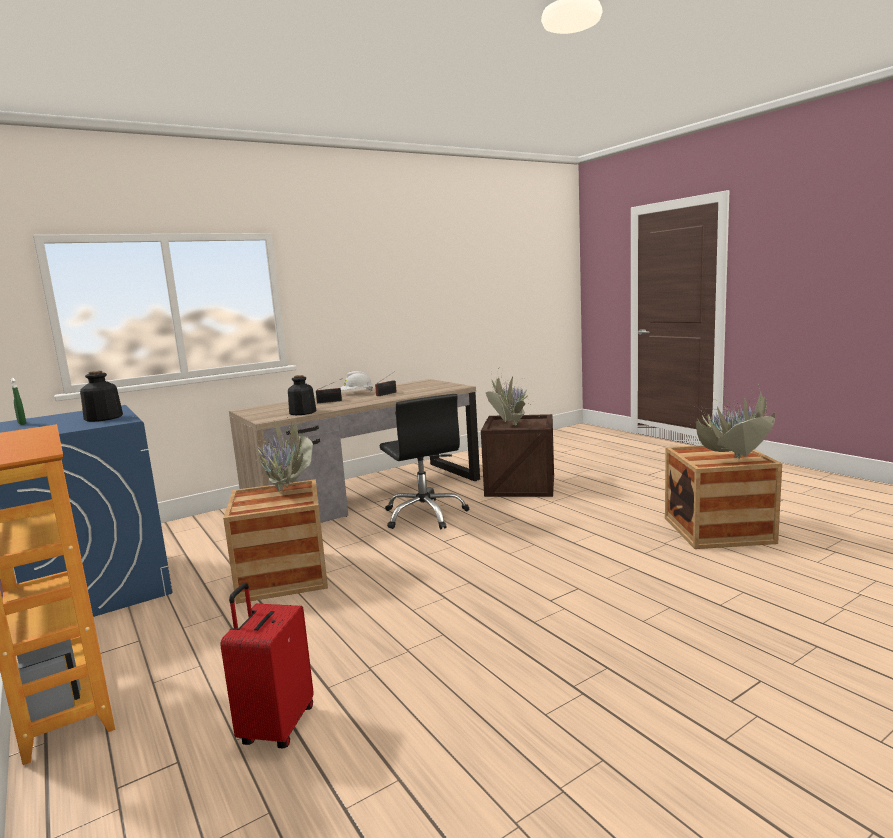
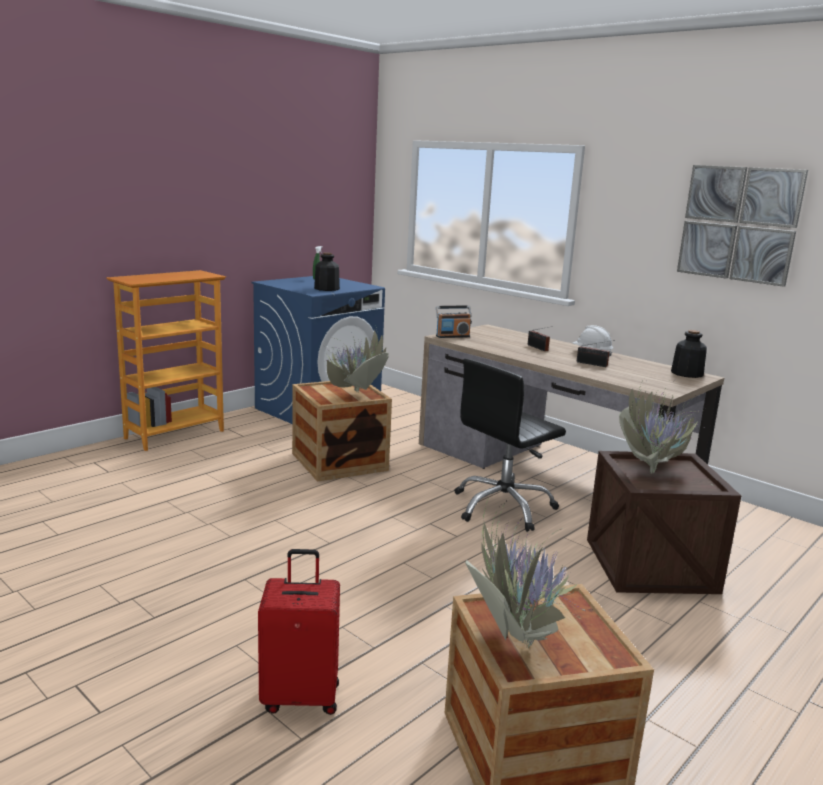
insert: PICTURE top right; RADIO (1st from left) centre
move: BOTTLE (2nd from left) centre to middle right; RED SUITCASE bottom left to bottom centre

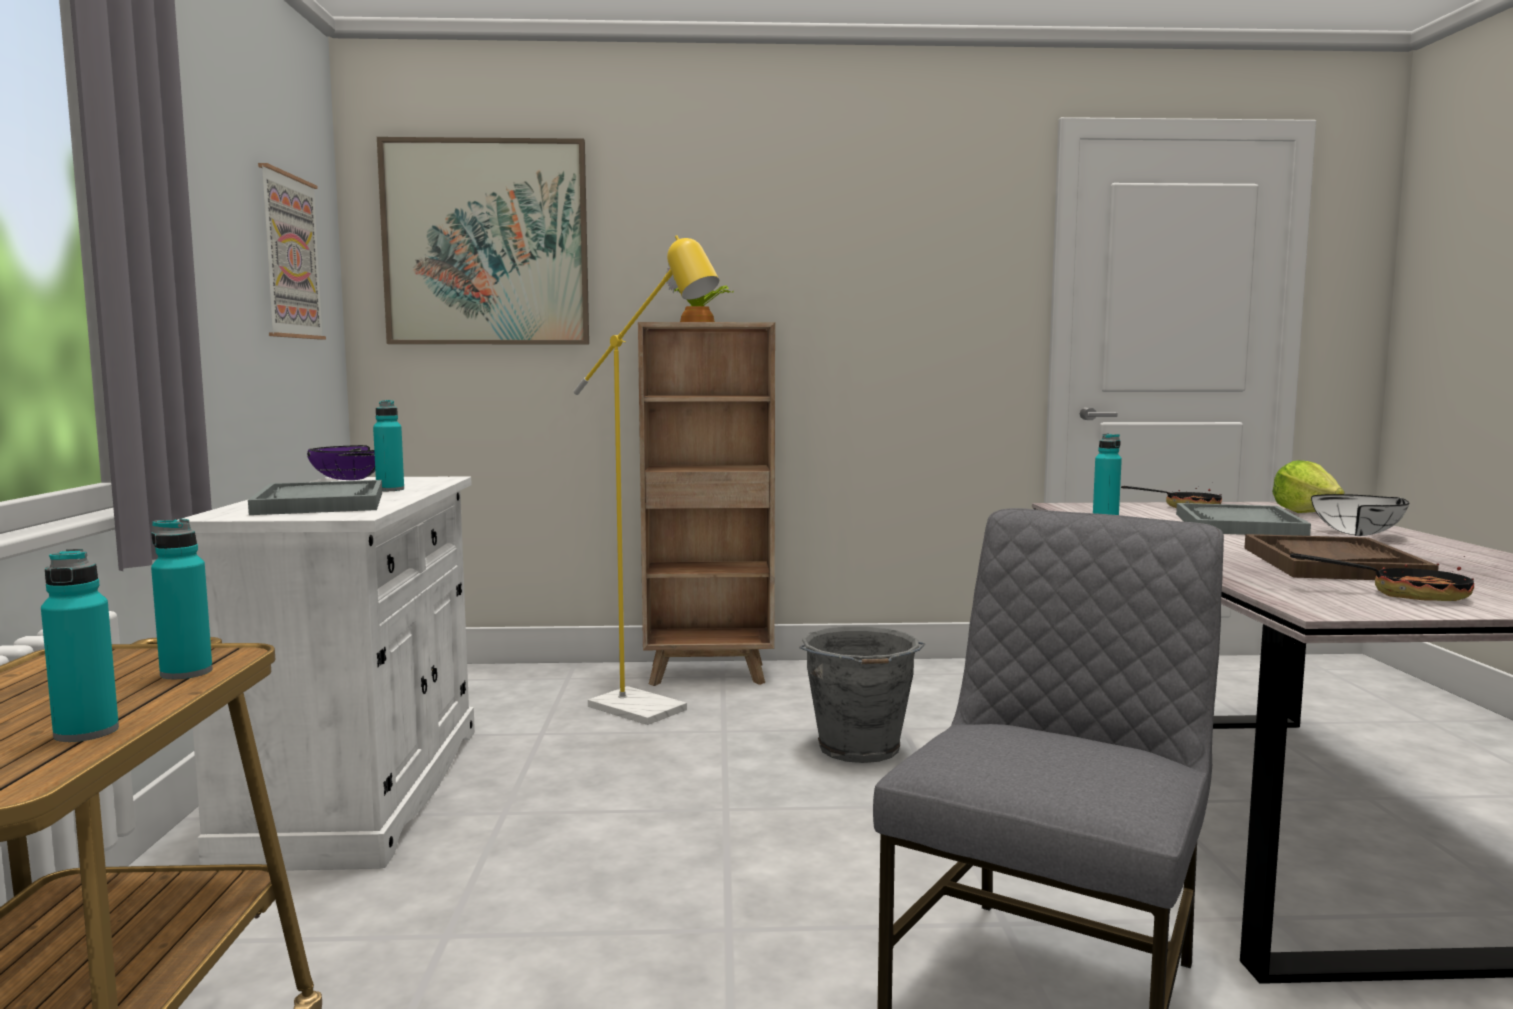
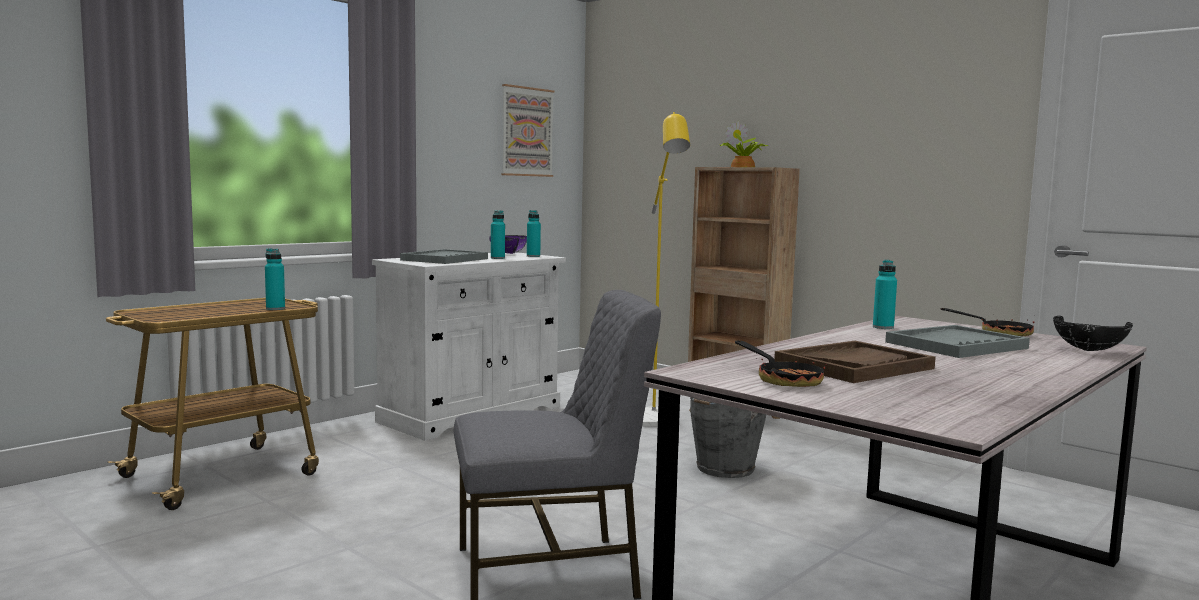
delete: PICTURE (2nd from left) top left; WHITE BOWL middle right
move: TURQUOISE BOTTLE (1st from left in the first image) middle left to TURQUOISE BOTTLE (3rd from left) centre
replace: LETTUCE middle right to BLACK BOWL middle right

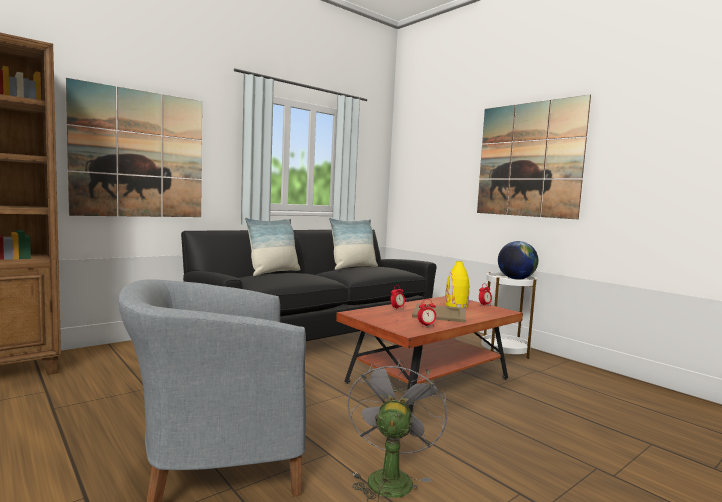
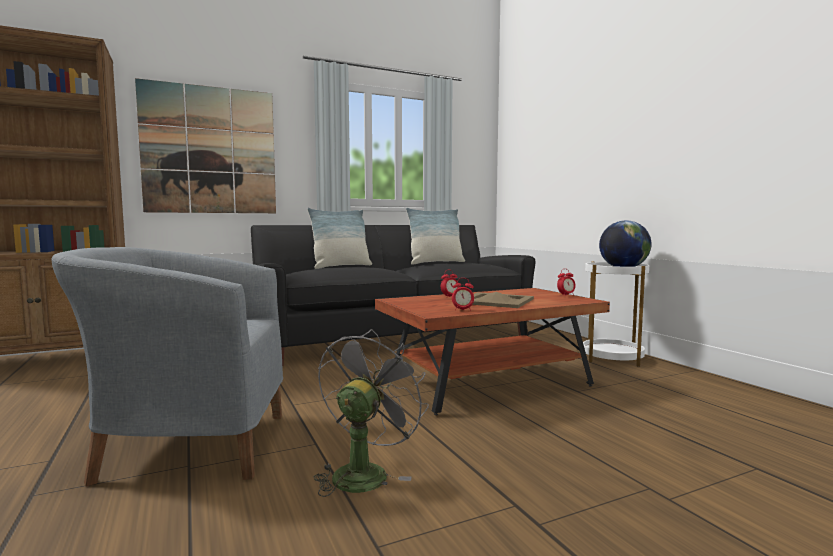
delete: PICTURE (2nd from left) top right; YELLOW VASE centre

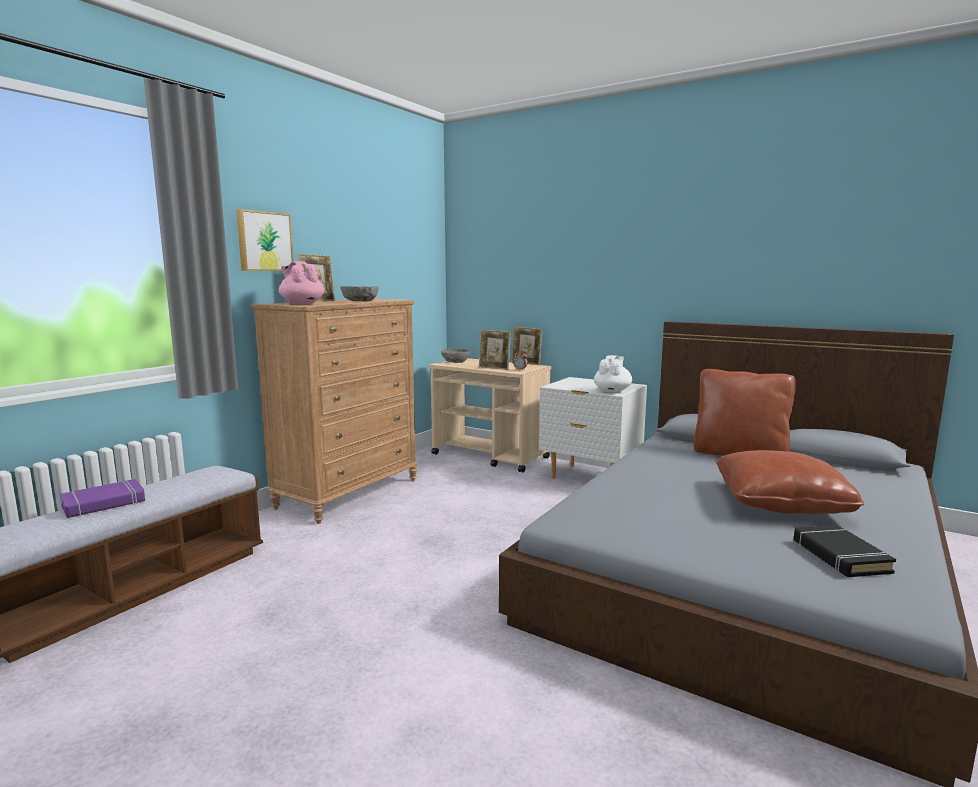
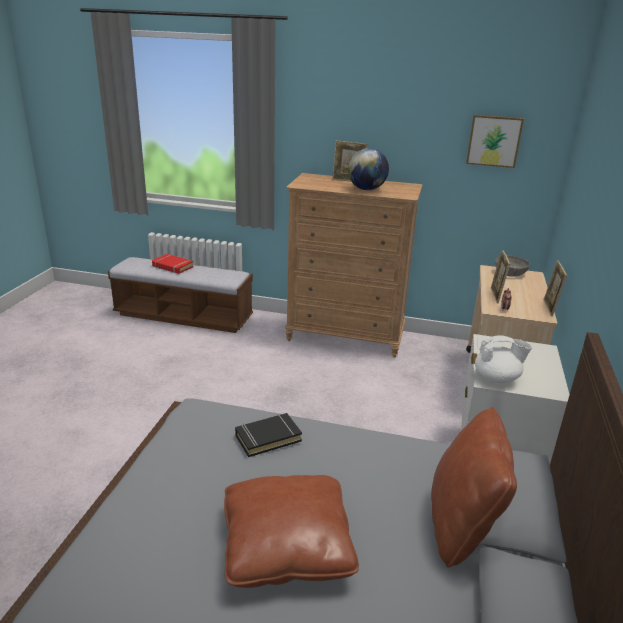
delete: PINK TEAPOT middle left
move: PICTURE top left to top right; BLACK BOOK bottom right to bottom centre
replace: GREY BOWL (1st from left) centre to GLOBE top centre
recolor: PURPLE BOOK middle left to RED BOOK middle left

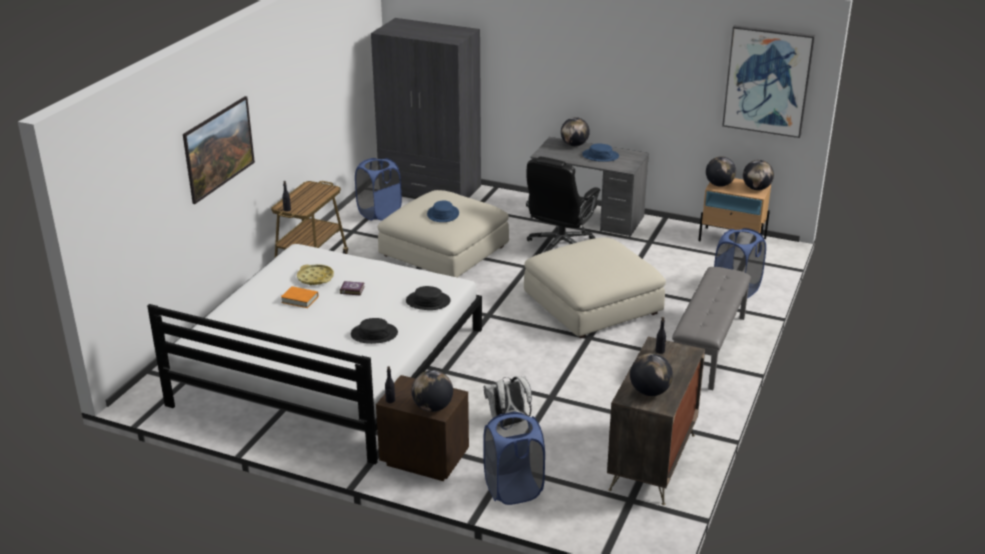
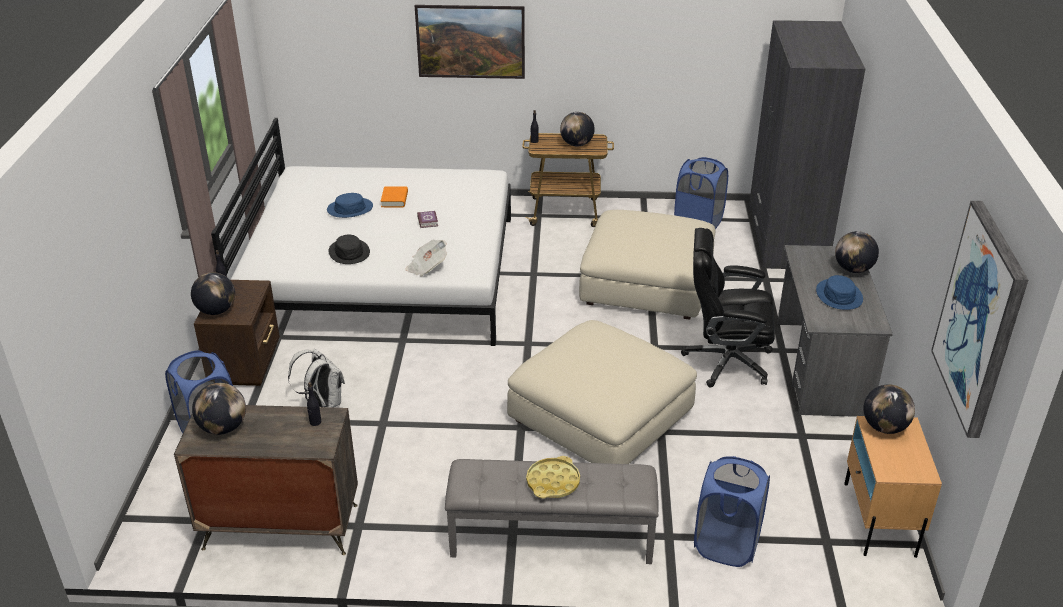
move: GLOBE (5th from left in the first image) top right to GLOBE (3rd from left) top centre; BLUE HAT (1st from left) centre to middle left; YELLOW TRAY middle left to bottom centre
replace: BLACK HAT (2nd from left) centre to NEWSPAPER centre

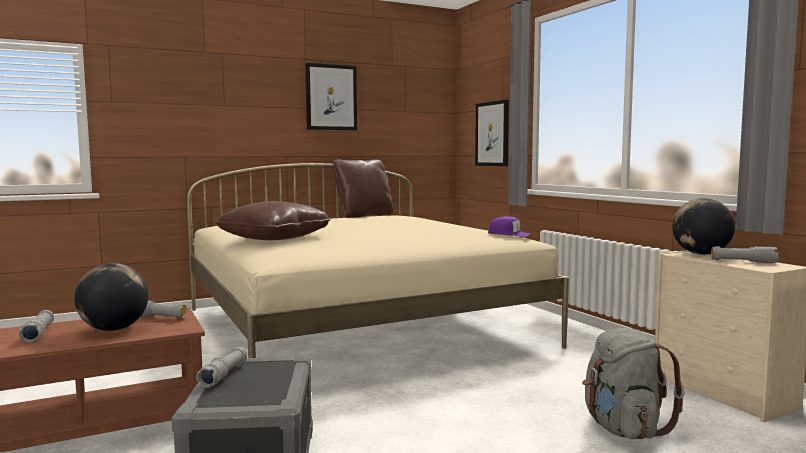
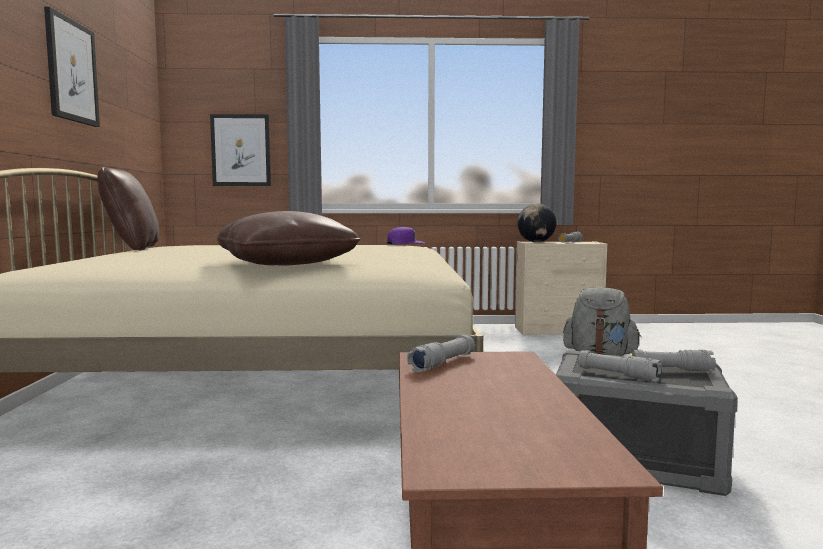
delete: GLOBE (1st from left) middle left
move: GREY FLASHLIGHT (1st from left in the first image) bottom left to GREY FLASHLIGHT (4th from left) middle right

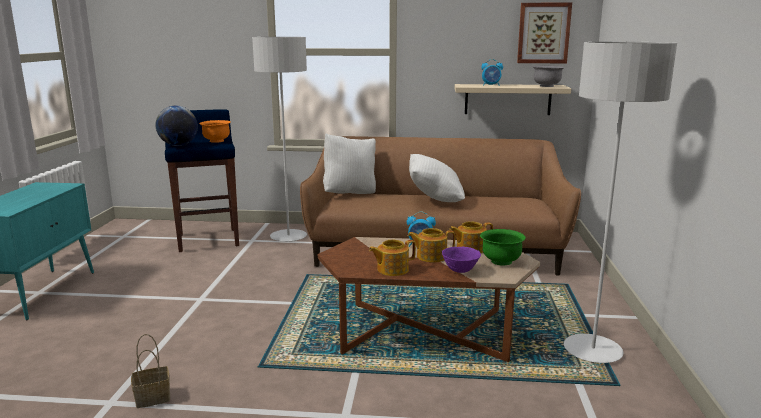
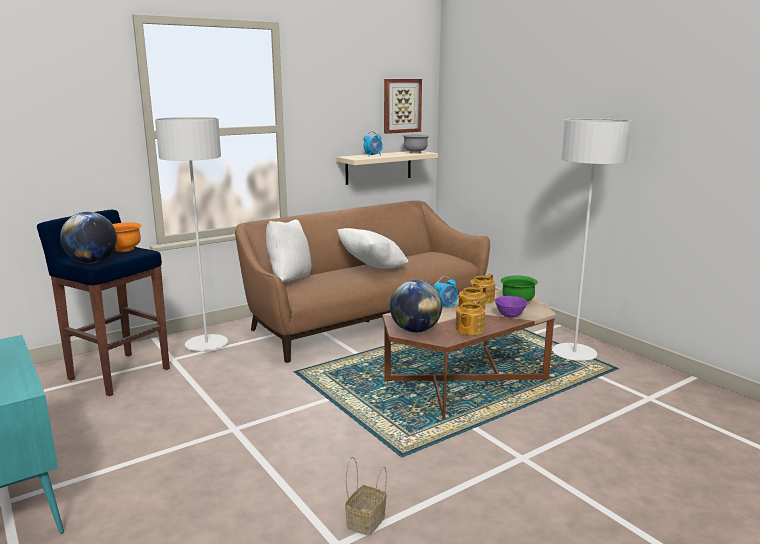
insert: GLOBE (2nd from left) centre

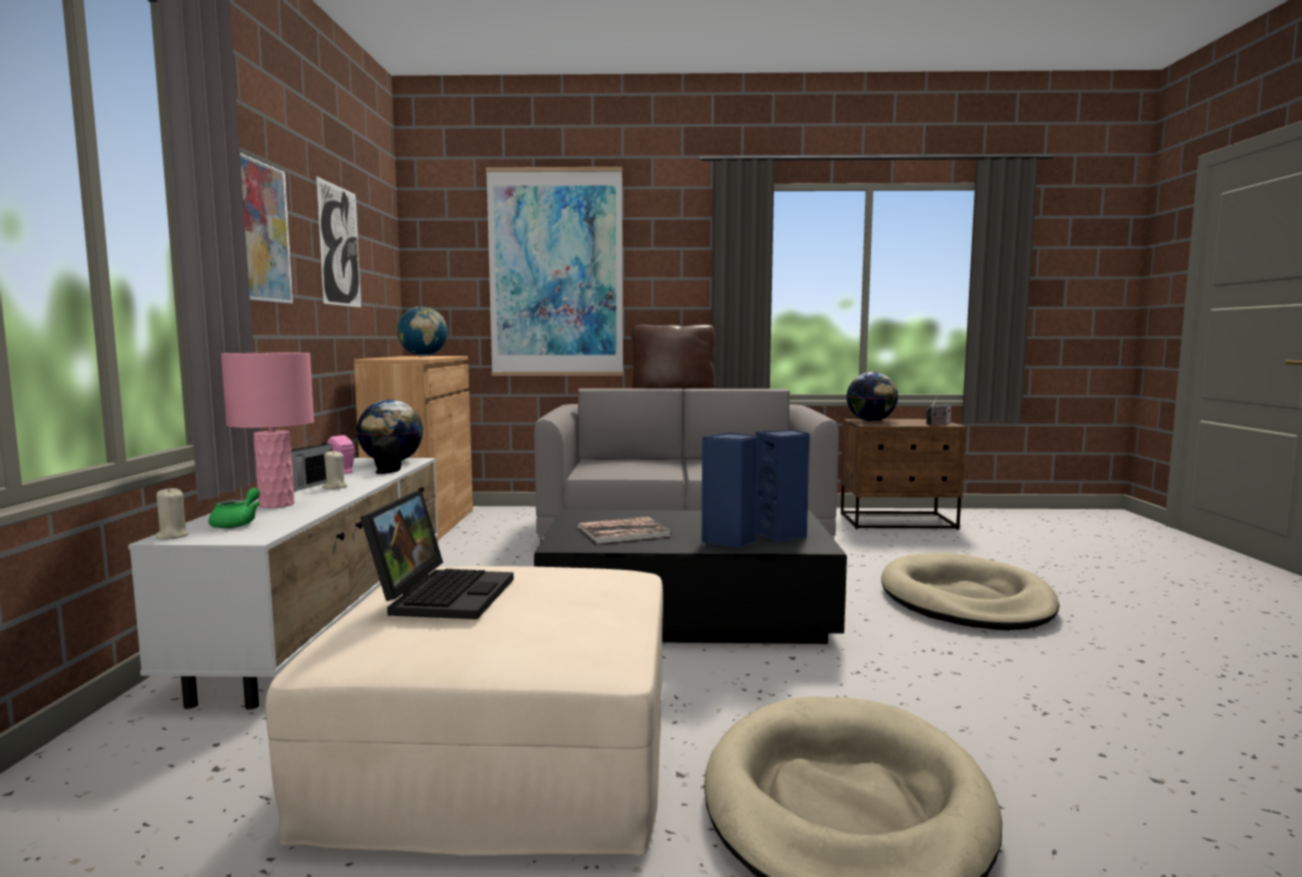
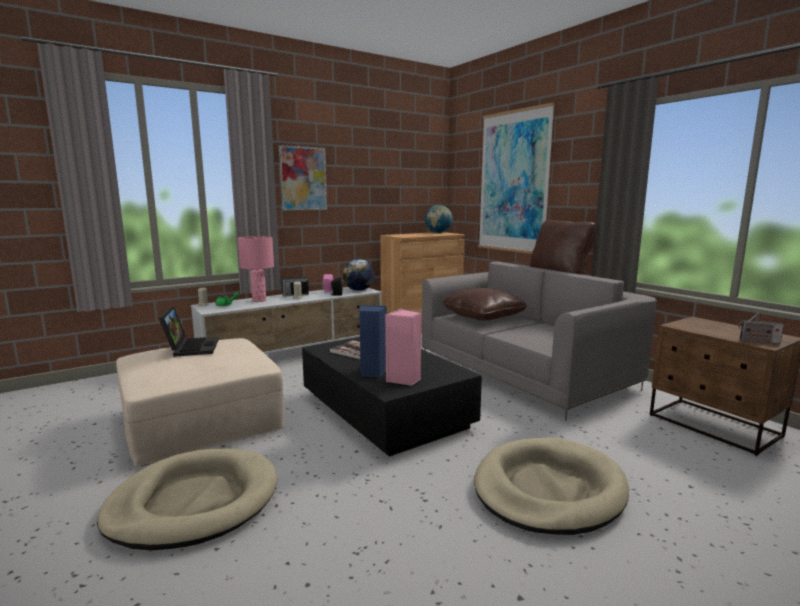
delete: PICTURE (2nd from left) top left; GLOBE (3rd from left) middle right
insert: BROWN PILLOW (1st from left) centre
recolor: BLUE SPEAKER (2nd from left) centre to PINK SPEAKER (2nd from left) centre
rotate: LAPTOP centre = middle left 75 degrees counterclockwise

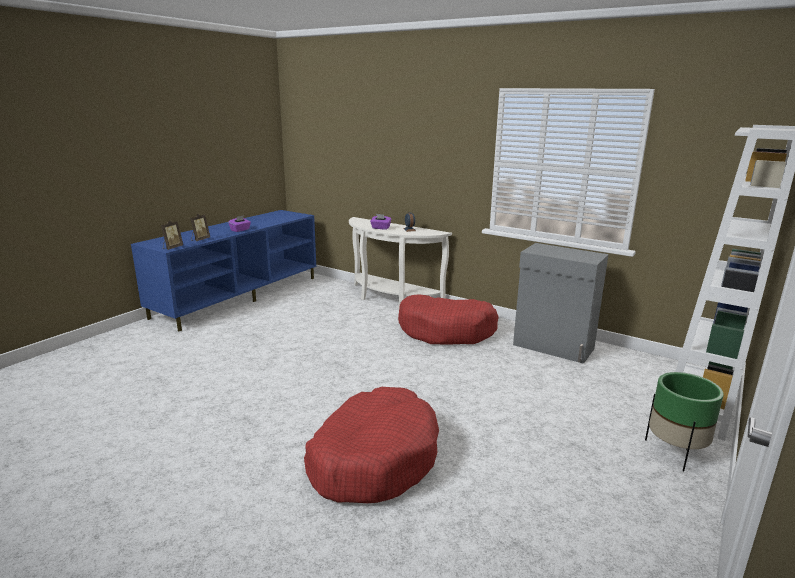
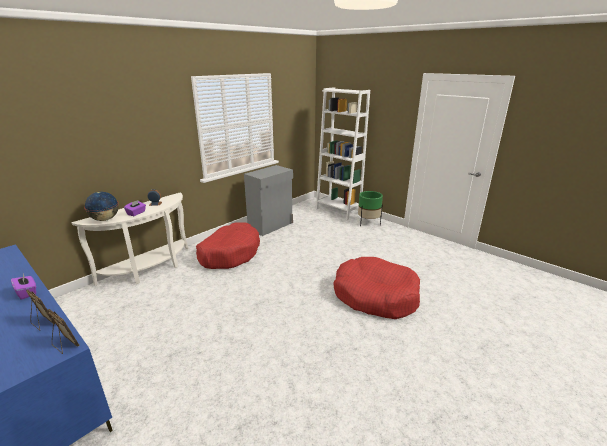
insert: GLOBE middle left

